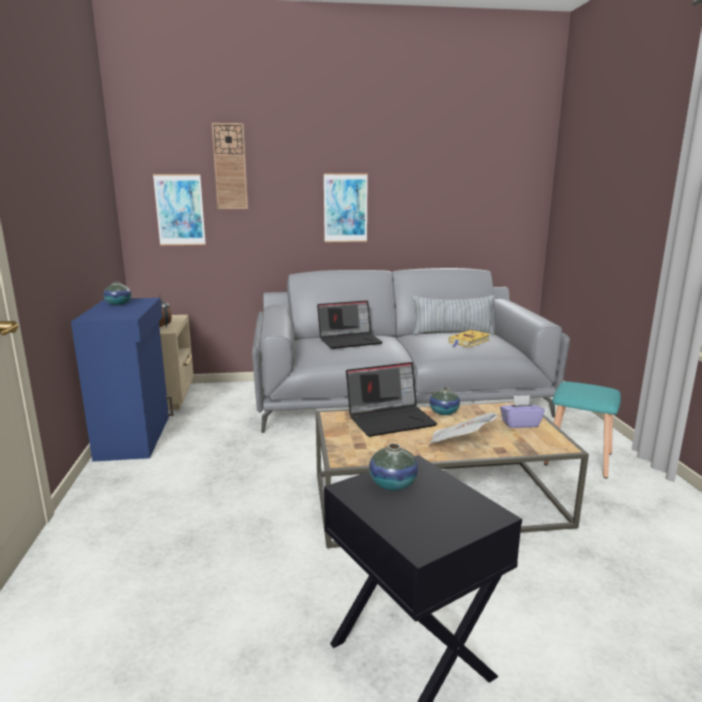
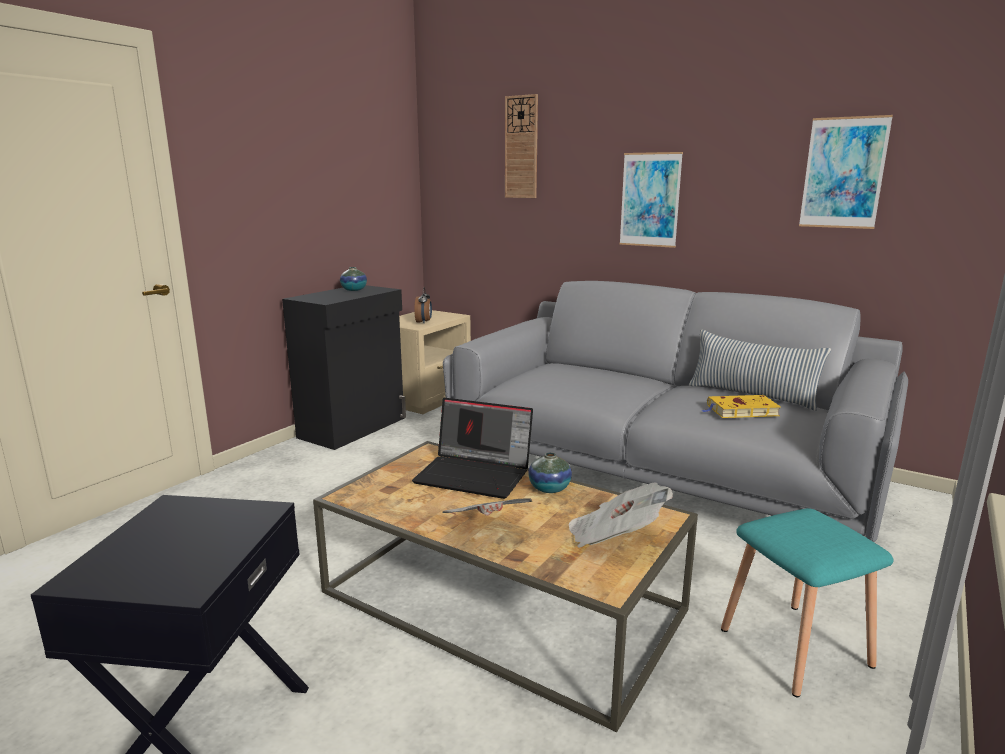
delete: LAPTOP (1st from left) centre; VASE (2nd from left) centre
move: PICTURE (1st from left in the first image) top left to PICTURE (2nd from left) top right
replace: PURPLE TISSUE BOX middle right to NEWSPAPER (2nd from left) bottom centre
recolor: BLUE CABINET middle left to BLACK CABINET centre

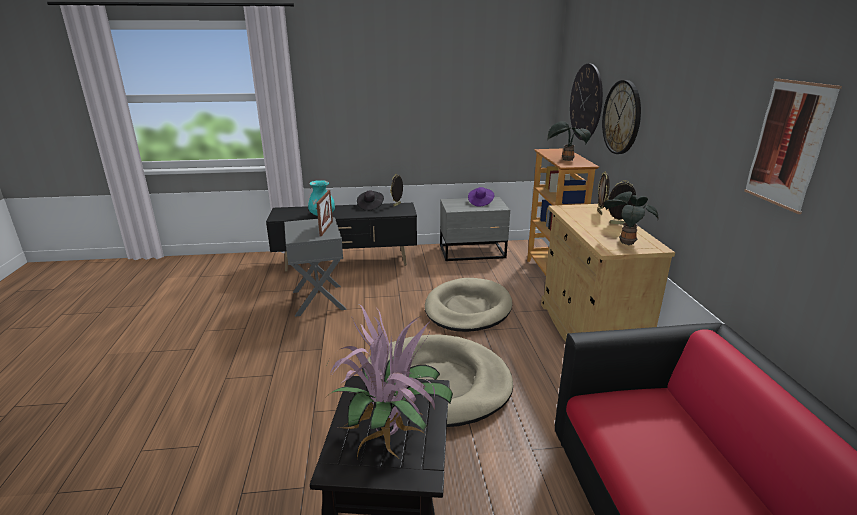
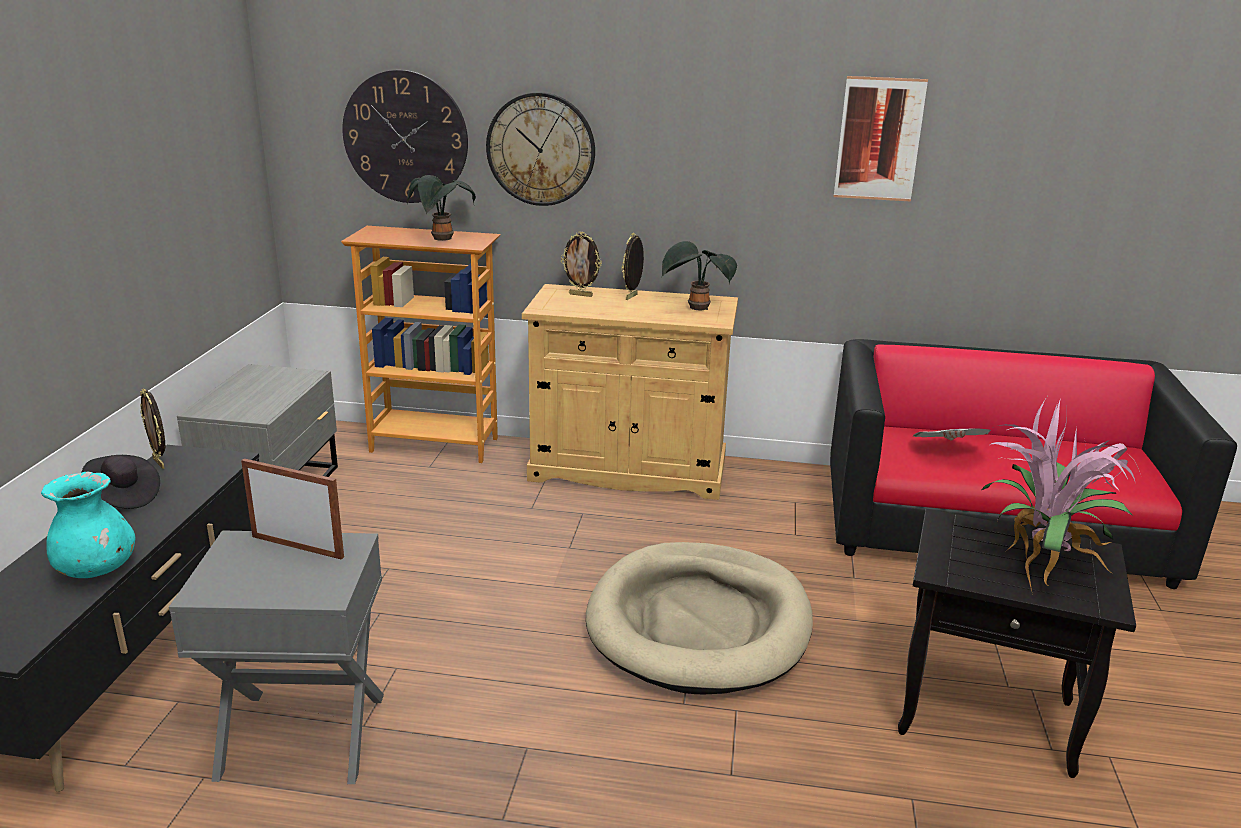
delete: PURPLE HAT centre; BEIGE DOG BED (2nd from left) centre
insert: NEWSPAPER middle right

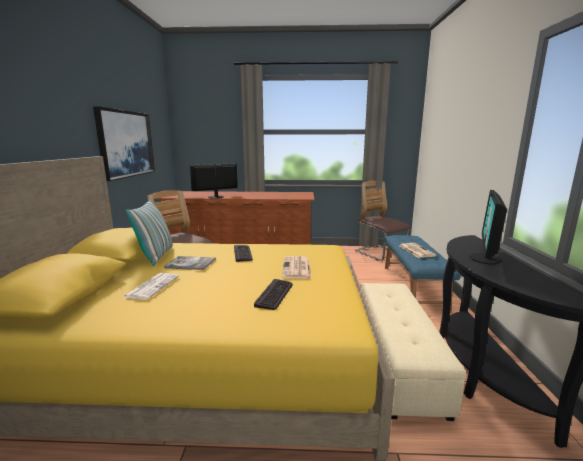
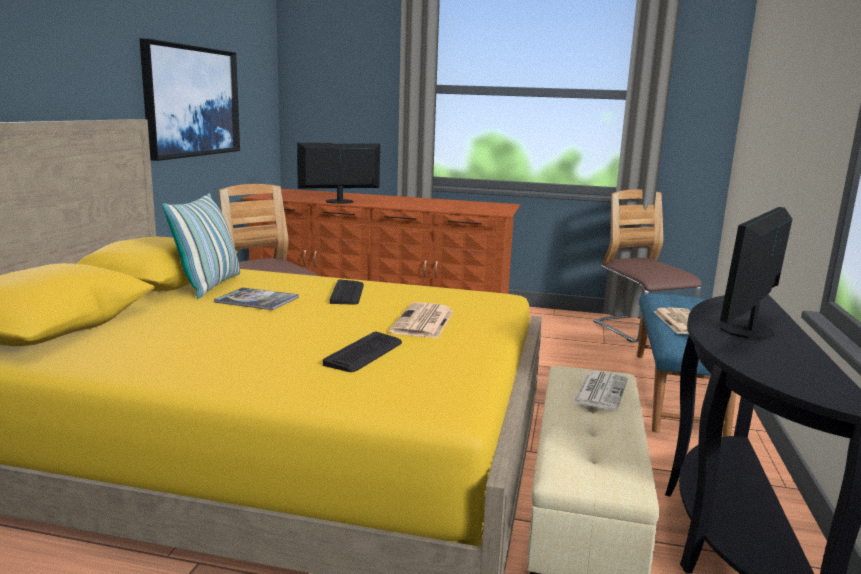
move: NEWSPAPER (1st from left in the first image) middle left to NEWSPAPER (2nd from left) bottom right

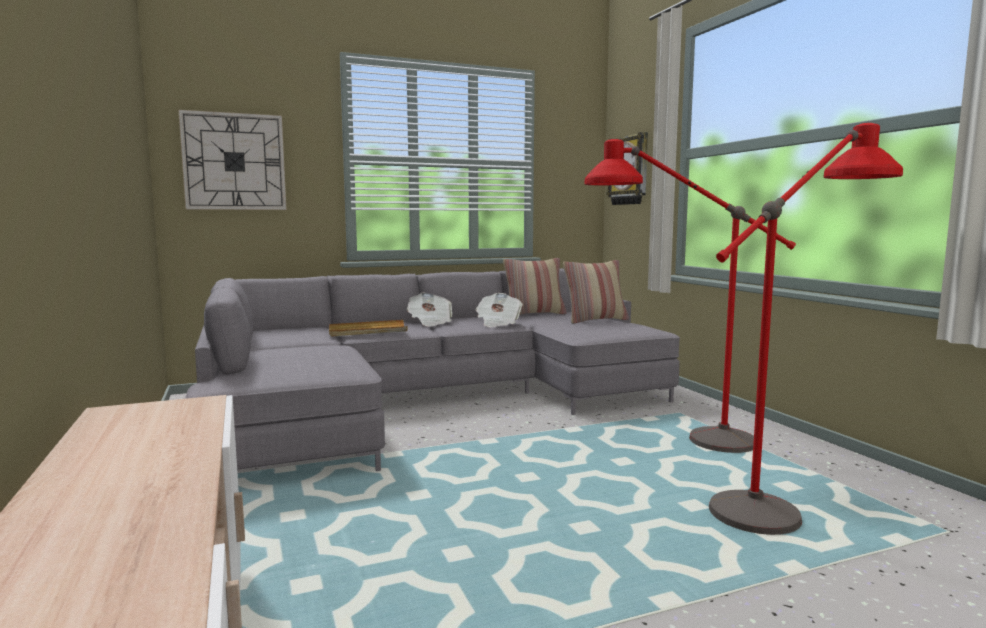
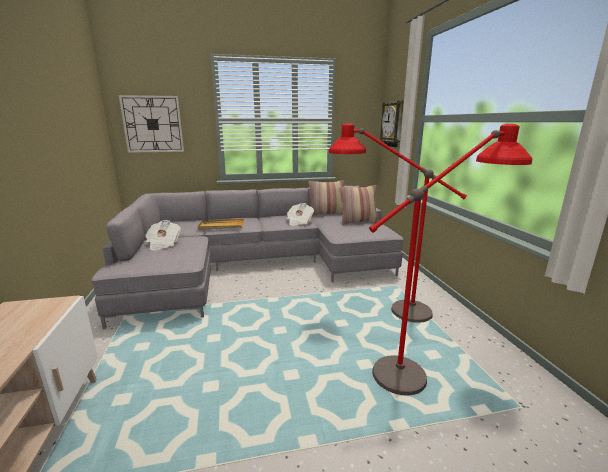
move: NEWSPAPER (1st from left) centre to middle left

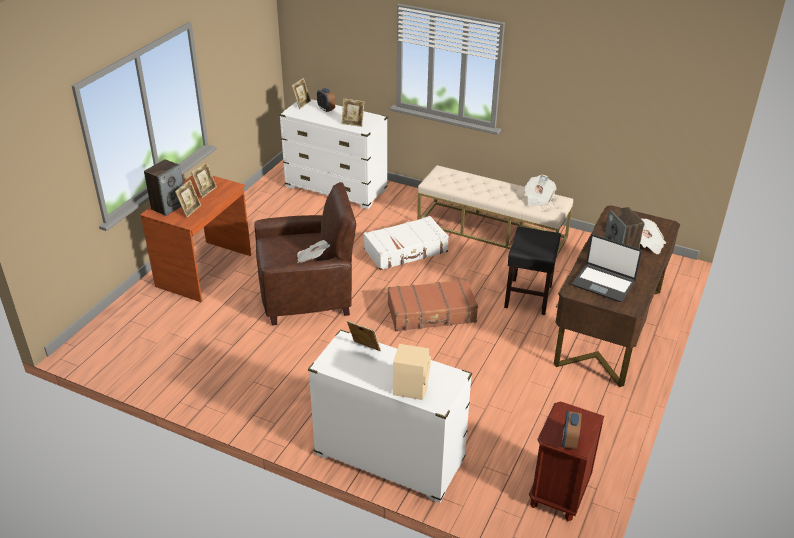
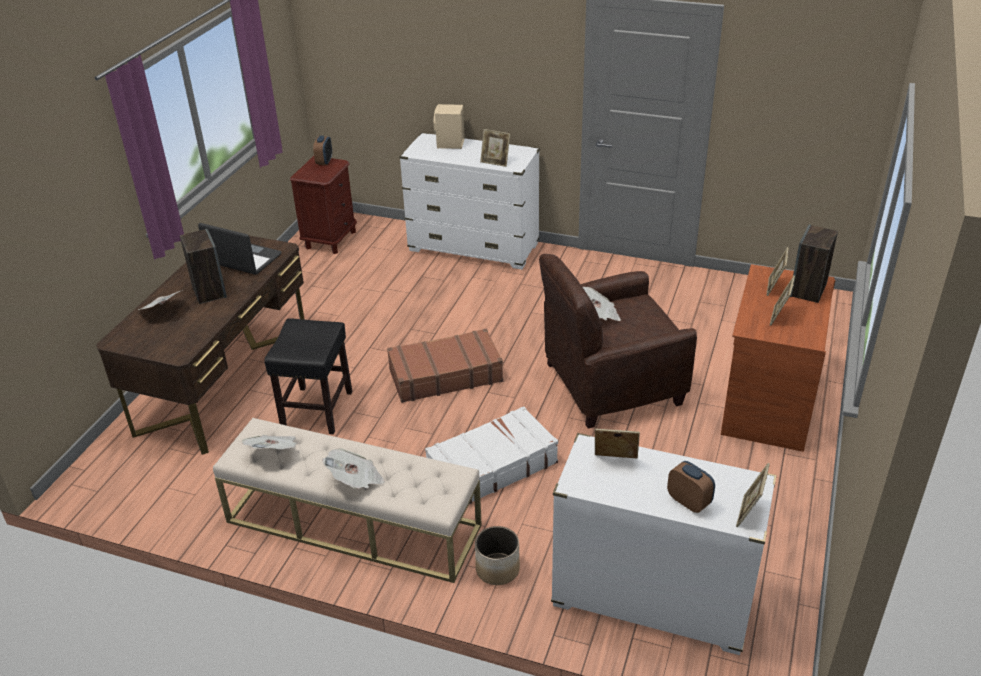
insert: NEWSPAPER (3rd from left) bottom centre; PLANTER bottom centre

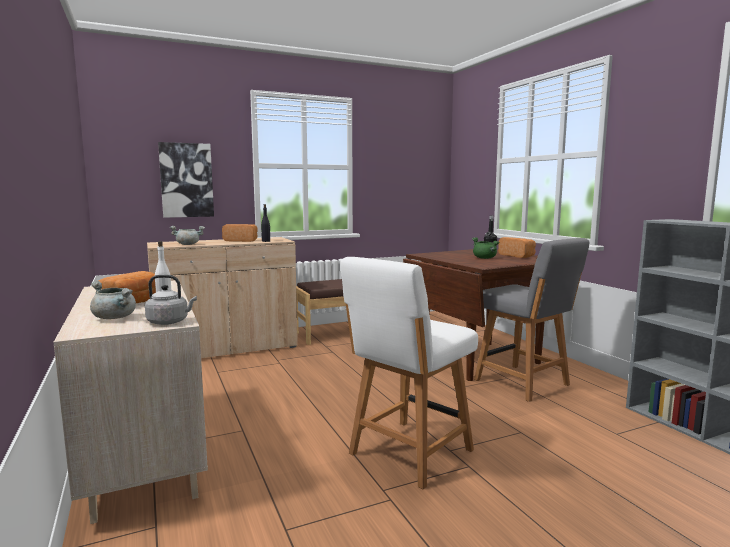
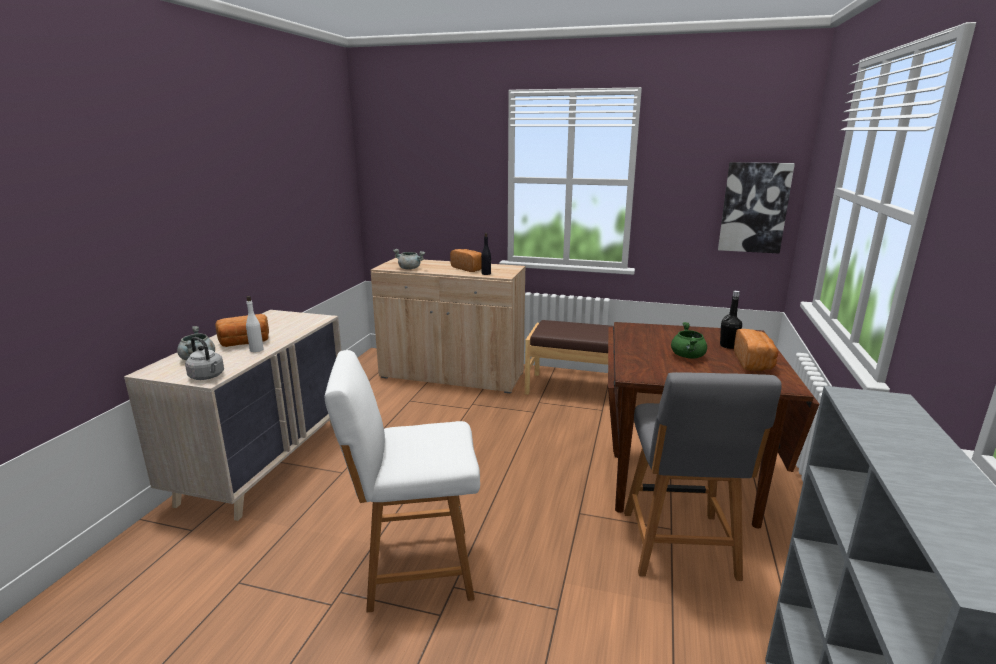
move: PICTURE top left to top right

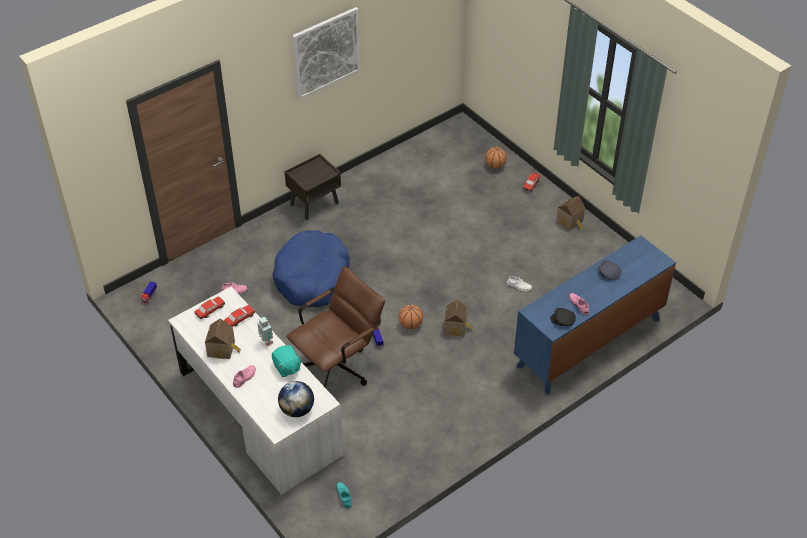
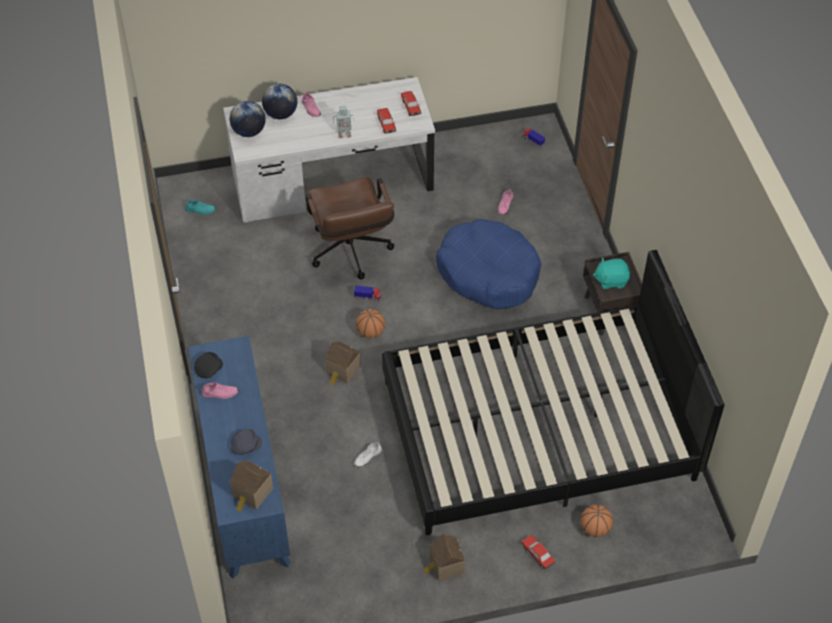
delete: PICTURE top centre
insert: GLOBE (2nd from left) top centre; BLACK BED centre
move: TOY HOUSE (1st from left) middle left to bottom left; TURQUOISE PLUSH TOY bottom centre to middle right

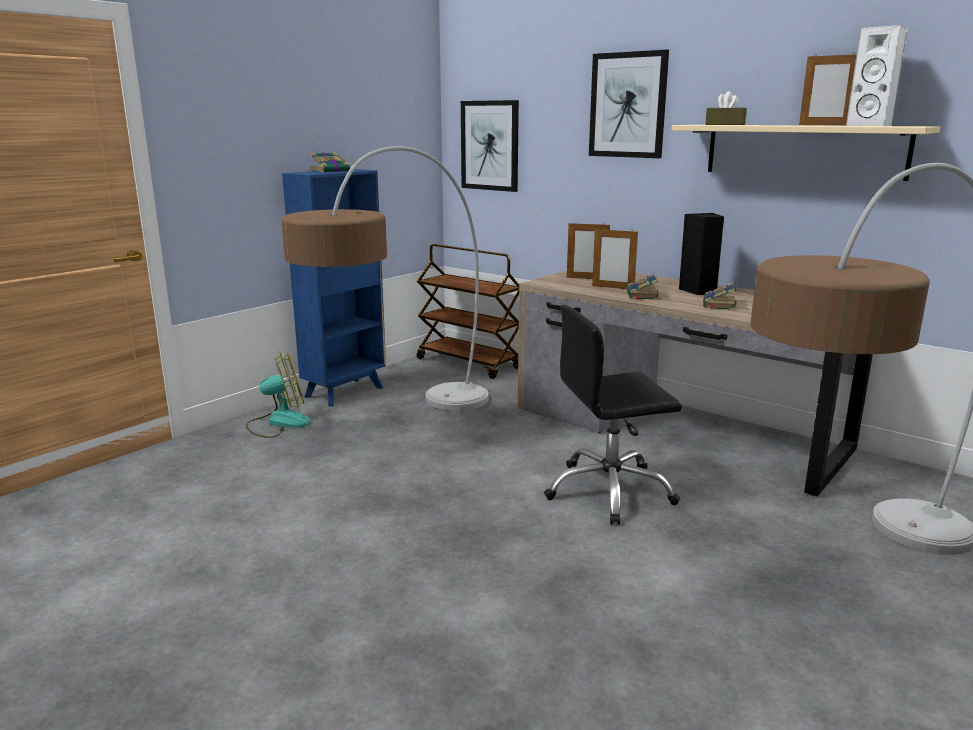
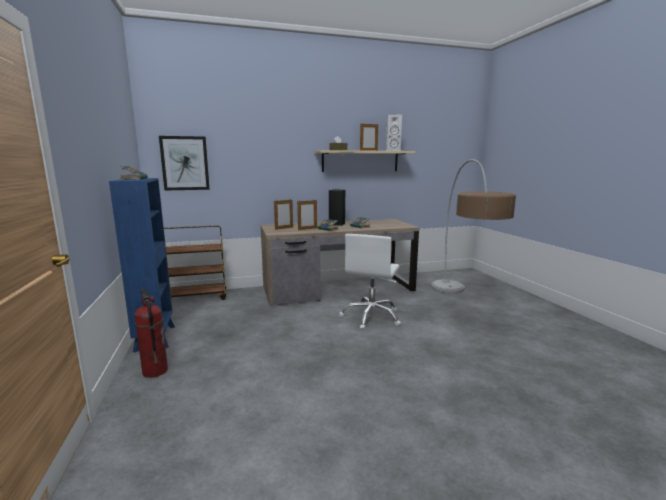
delete: PICTURE (2nd from left) top centre; FLOOR LAMP (1st from left) centre
replace: FAN middle left to FIRE EXTINGUISHER middle left
recolor: BLACK OFFICE CHAIR centre to WHITE OFFICE CHAIR centre

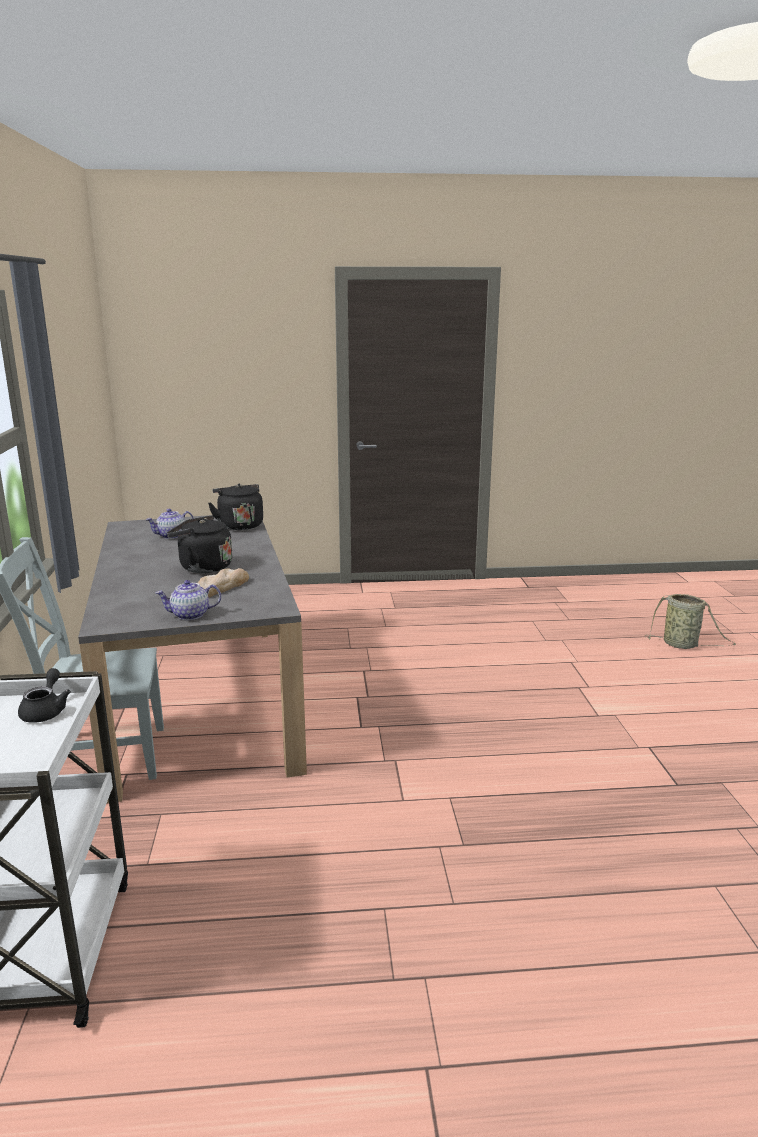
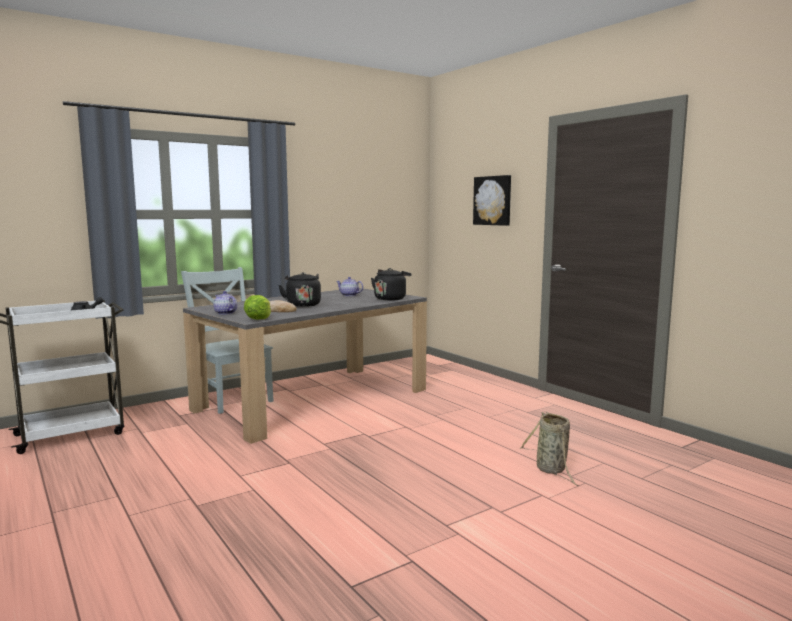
insert: PICTURE top centre; LETTUCE middle left
move: BASKET middle right to bottom right

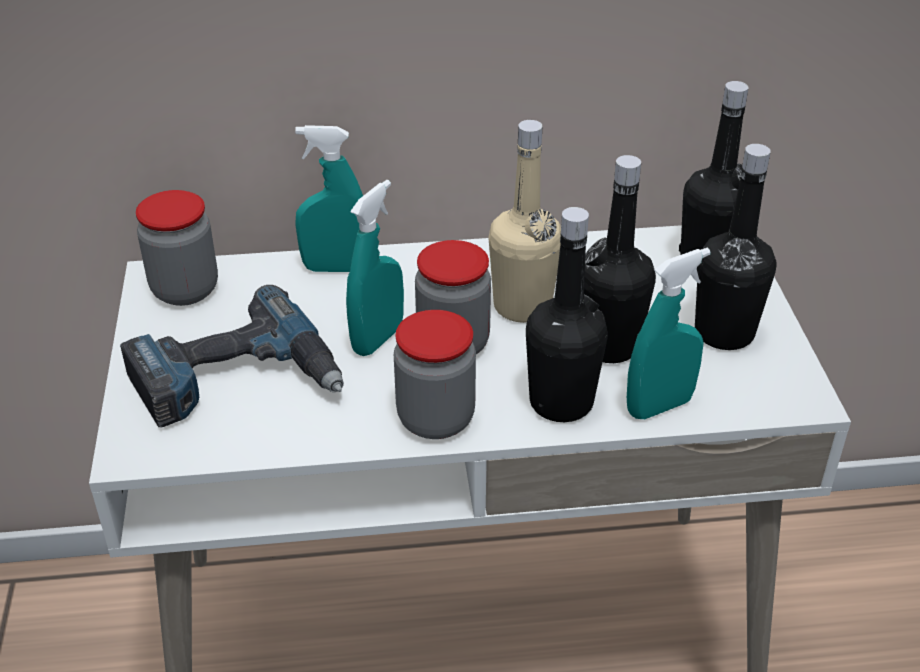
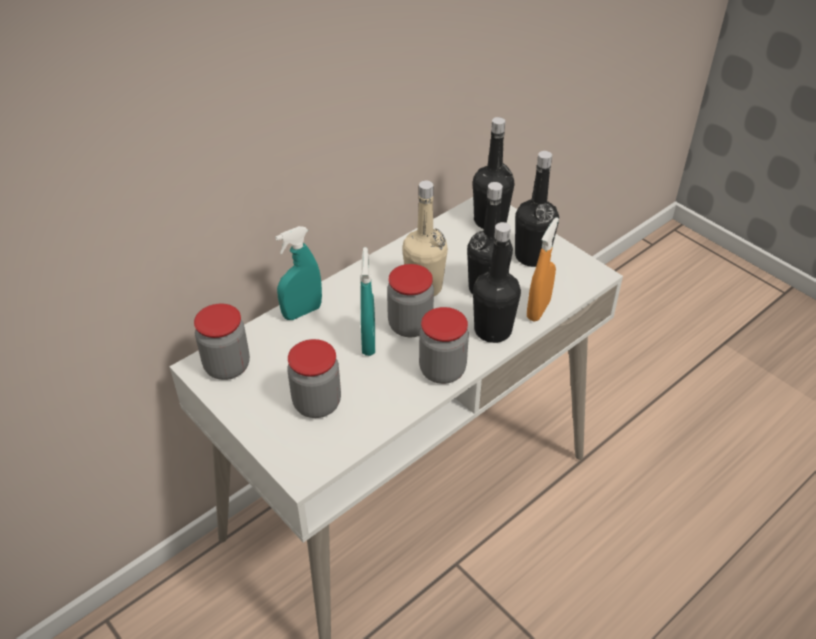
replace: POWER DRILL middle left to JAR (2nd from left) centre
recolor: TURQUOISE SPRAY BOTTLE (3rd from left) middle right to ORANGE SPRAY BOTTLE centre

